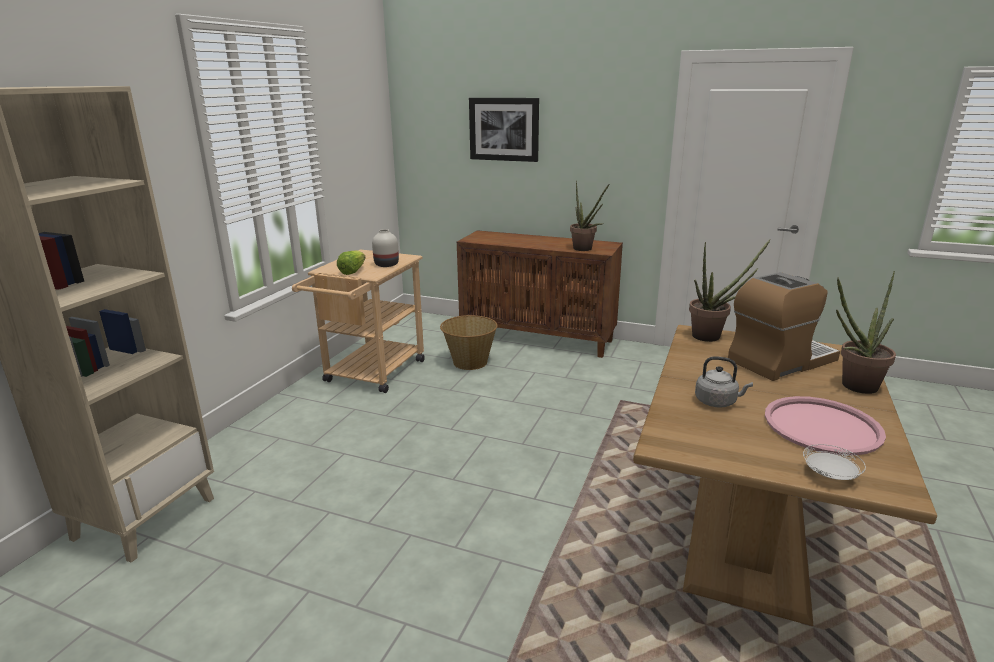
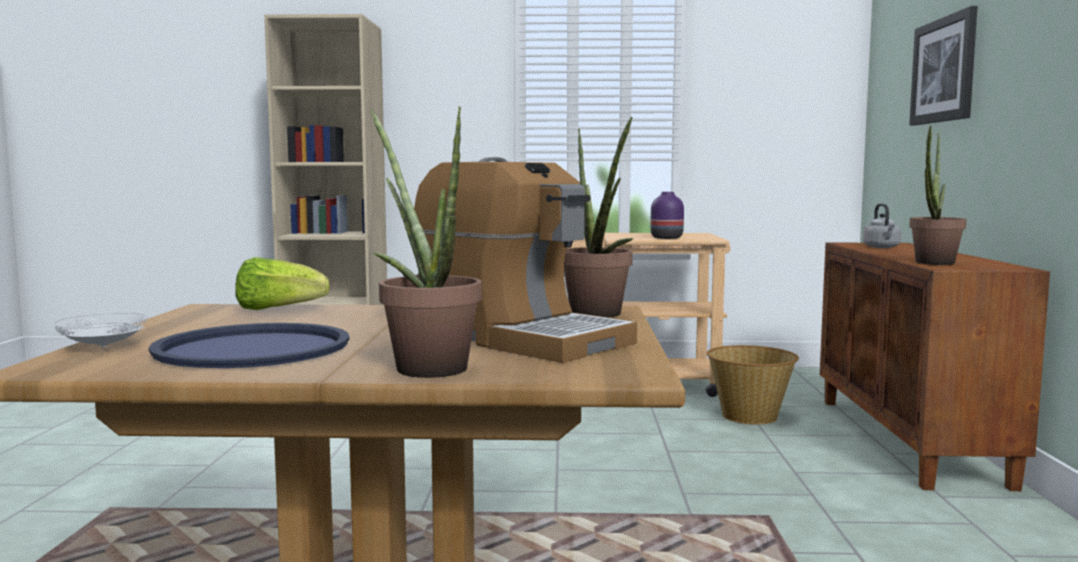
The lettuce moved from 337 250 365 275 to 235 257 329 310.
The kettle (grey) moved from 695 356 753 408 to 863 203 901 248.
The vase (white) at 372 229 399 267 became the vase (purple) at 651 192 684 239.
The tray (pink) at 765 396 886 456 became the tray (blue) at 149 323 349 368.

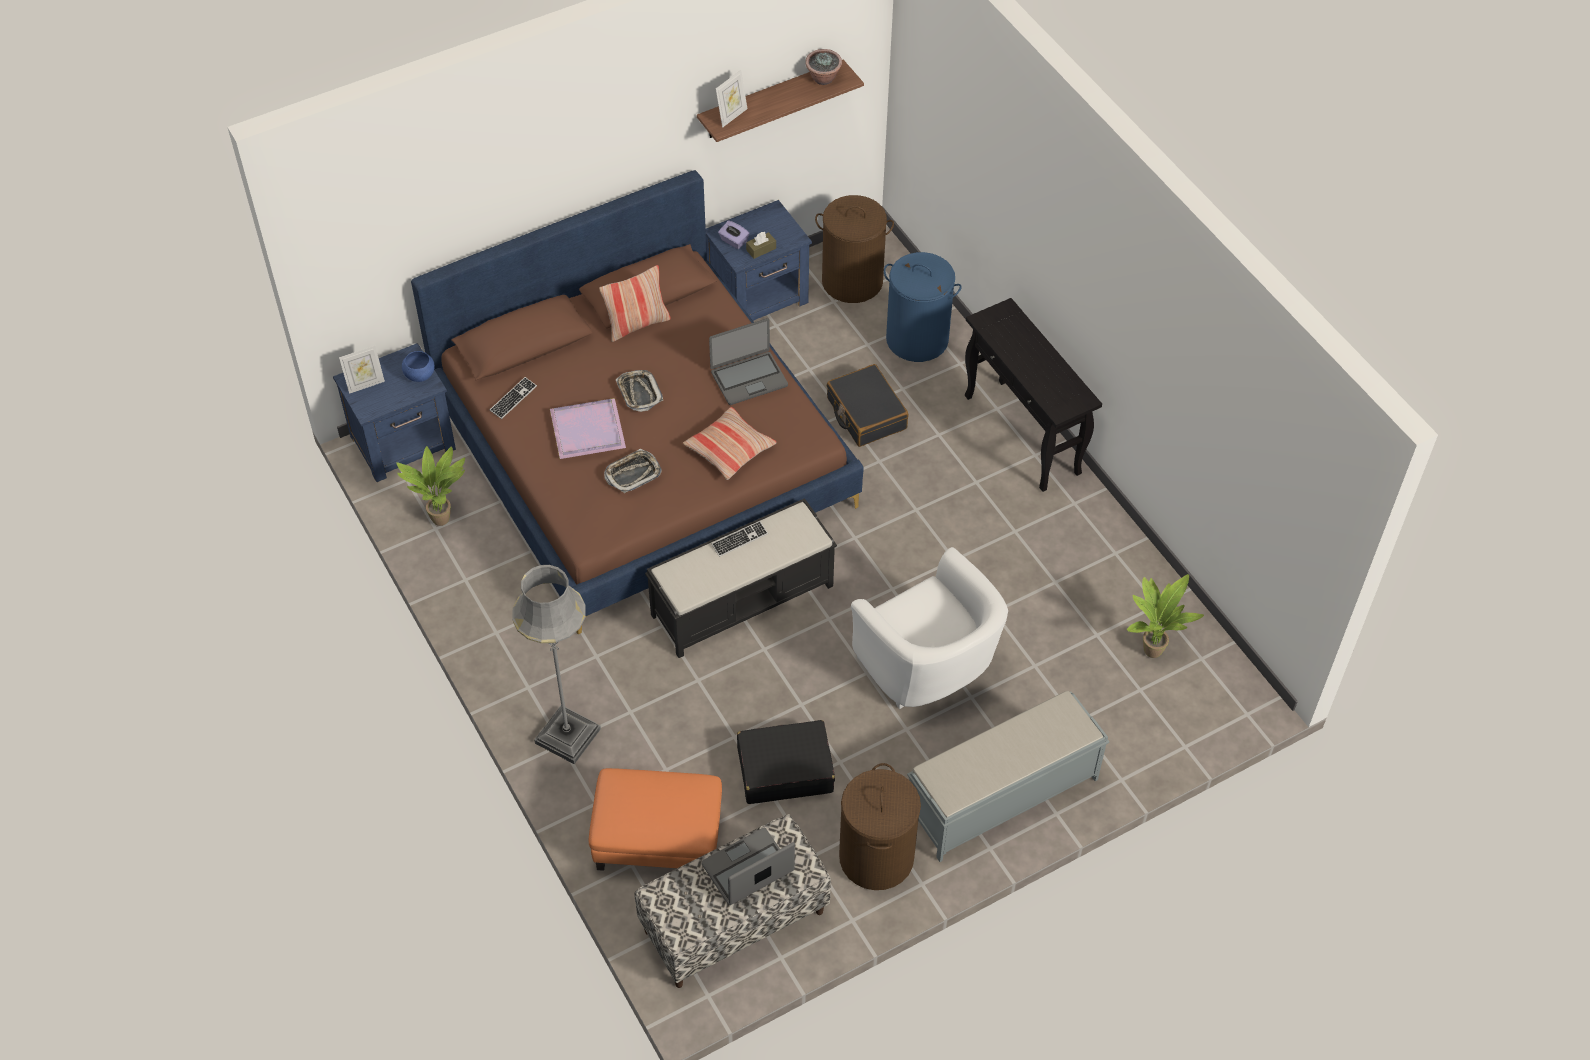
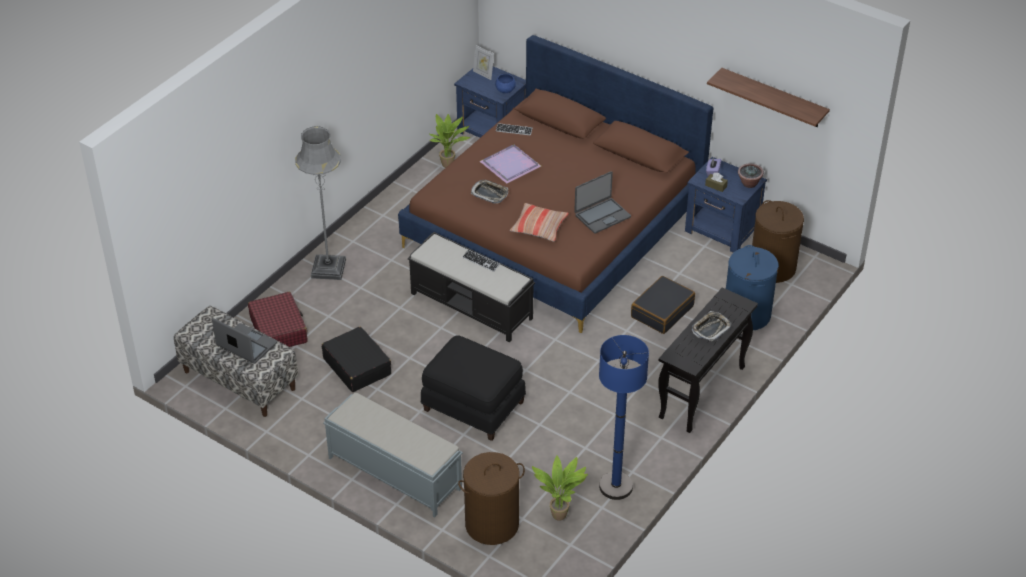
The pillow at 599 265 671 342 disappeared.
The picture frame at 716 70 748 128 disappeared.
The floor lamp (blue) at 599 335 649 500 appeared.
The tray moved from 616 370 663 412 to 692 311 732 341.
The potted plant moved from 805 49 842 85 to 738 164 764 188.
The laundry basket (brown) moved from 839 763 921 890 to 458 452 525 545.
The ottoman (orange) at 589 768 722 871 was replaced by the suitcase (red) at 248 292 308 347.
The armchair (white) at 851 547 1008 709 was replaced by the ottoman (black) at 421 335 526 441.
The laptop at 709 318 788 405 turned 75 degrees counterclockwise.

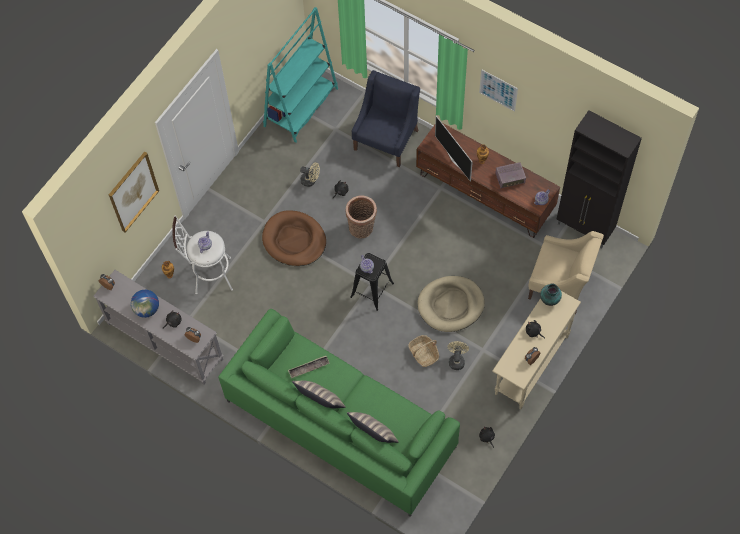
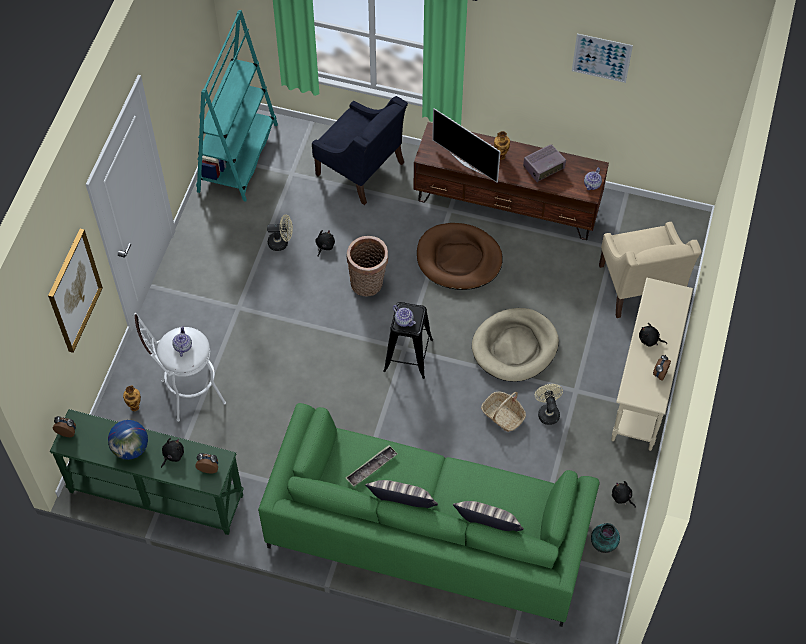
The cabinet (black) at 557 110 642 248 disappeared.
The dog bed (brown) moved from 262 210 326 266 to 417 223 503 290.
The picture moved from 479 69 518 112 to 572 34 633 83.
The vase moved from 540 283 562 306 to 591 523 620 553.
The console table (grey) at 94 270 223 385 became the console table (green) at 50 409 244 535.
The armchair (blue) at 352 70 420 167 turned 120 degrees clockwise.
The armchair (beige) at 528 231 604 314 turned 75 degrees clockwise.

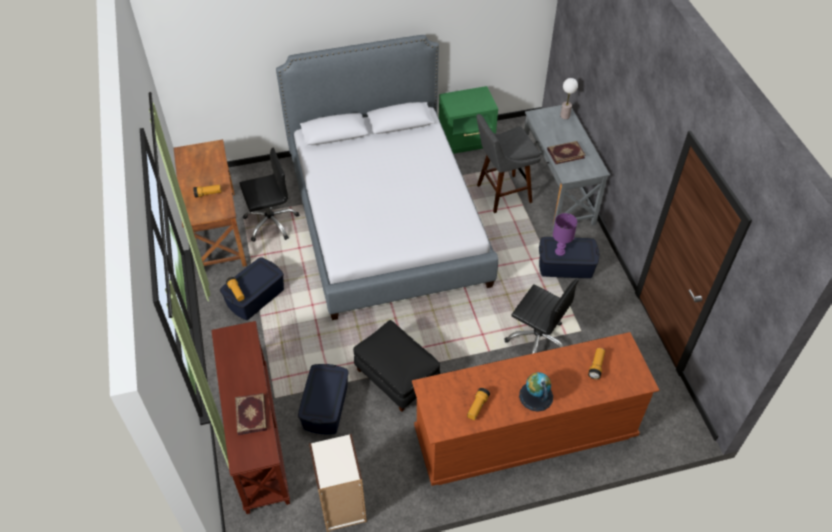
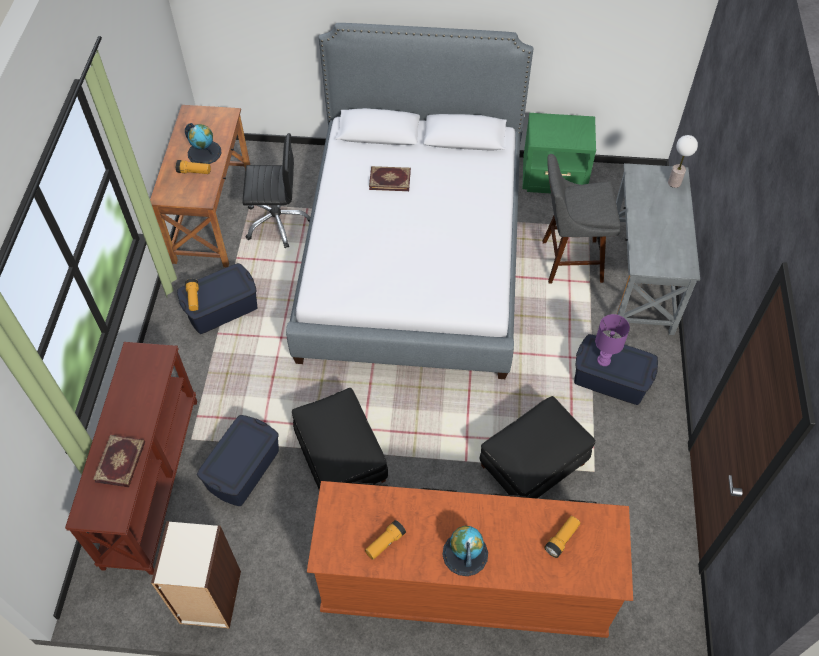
The globe at 185 123 222 164 appeared.
The book moved from 547 141 586 164 to 369 166 411 191.
The office chair (black) at 505 279 579 354 was replaced by the ottoman (black) at 480 396 596 498.

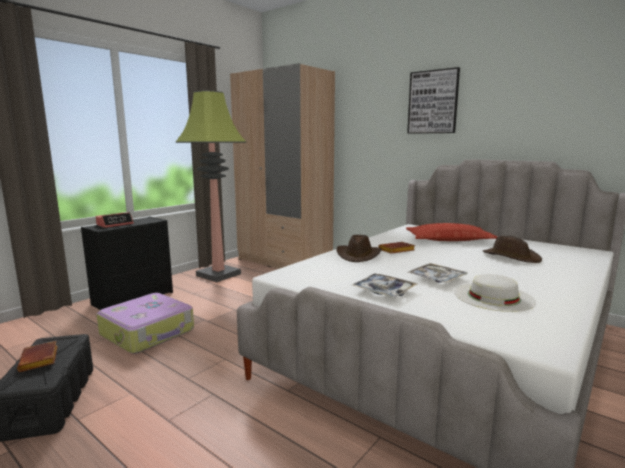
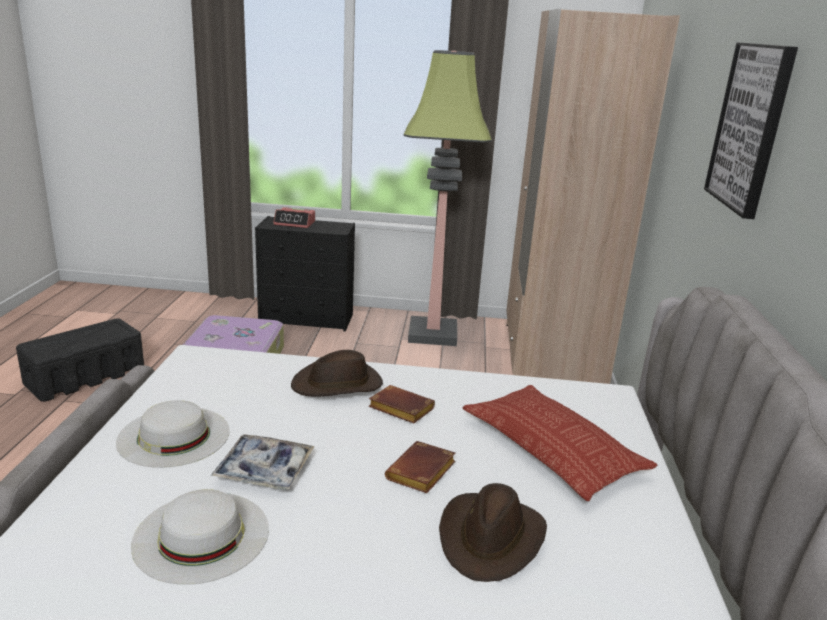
The book (brown) moved from 17 341 58 372 to 385 441 456 493.
The tray at 352 273 417 298 was replaced by the hat (white) at 116 400 230 468.

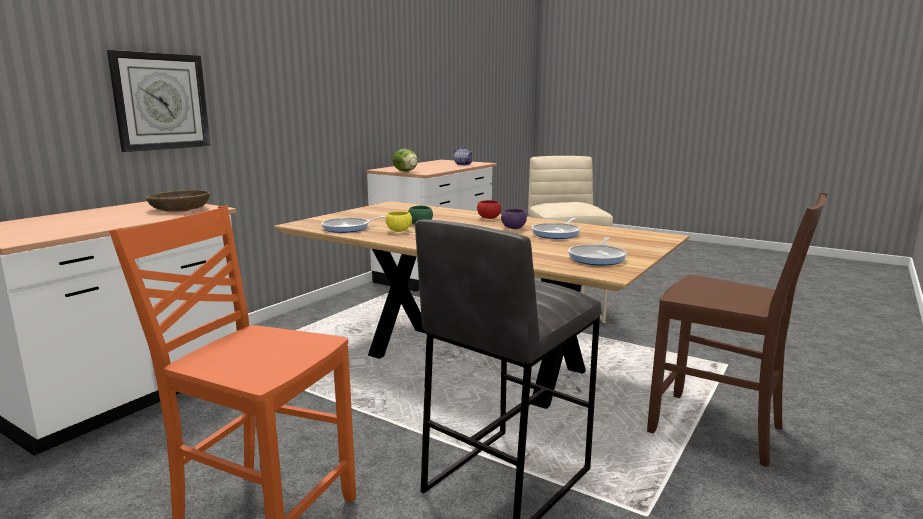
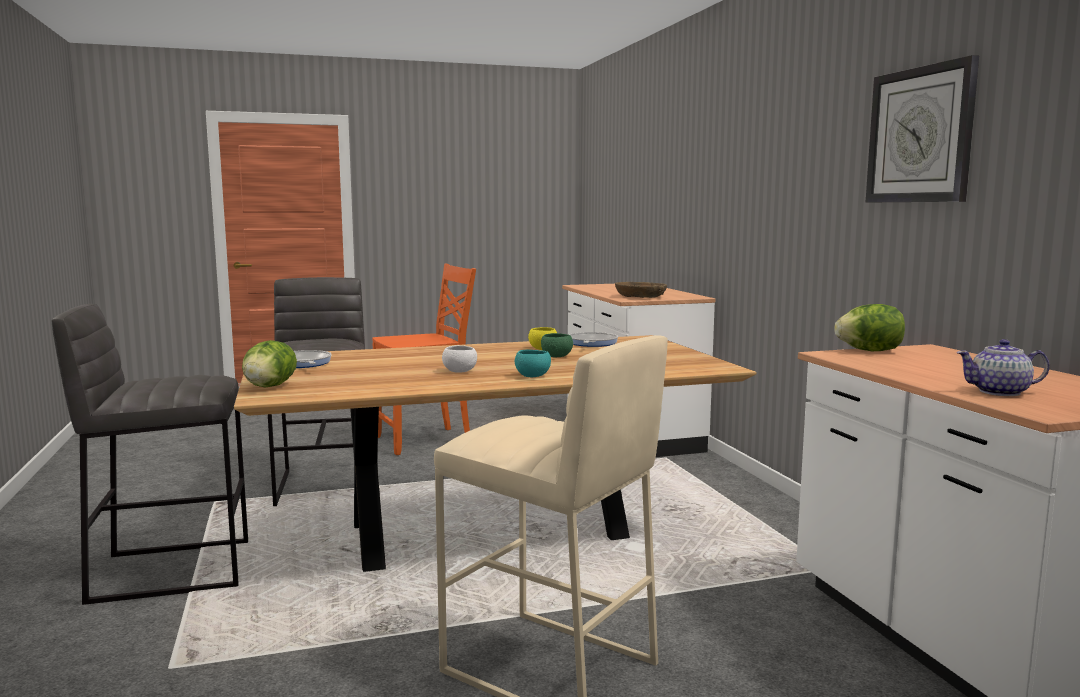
The frying pan at 532 218 580 239 disappeared.
The lettuce at 242 340 297 387 appeared.
The wall clock moved from 107 50 210 152 to 866 55 979 202.
The chair (brown) at 647 192 827 467 was replaced by the stool (grey) at 52 304 248 605.
The bowl (red) at 477 200 501 219 became the bowl (turquoise) at 515 350 551 377.
The bowl (purple) at 501 209 527 229 became the bowl (white) at 442 345 477 373.

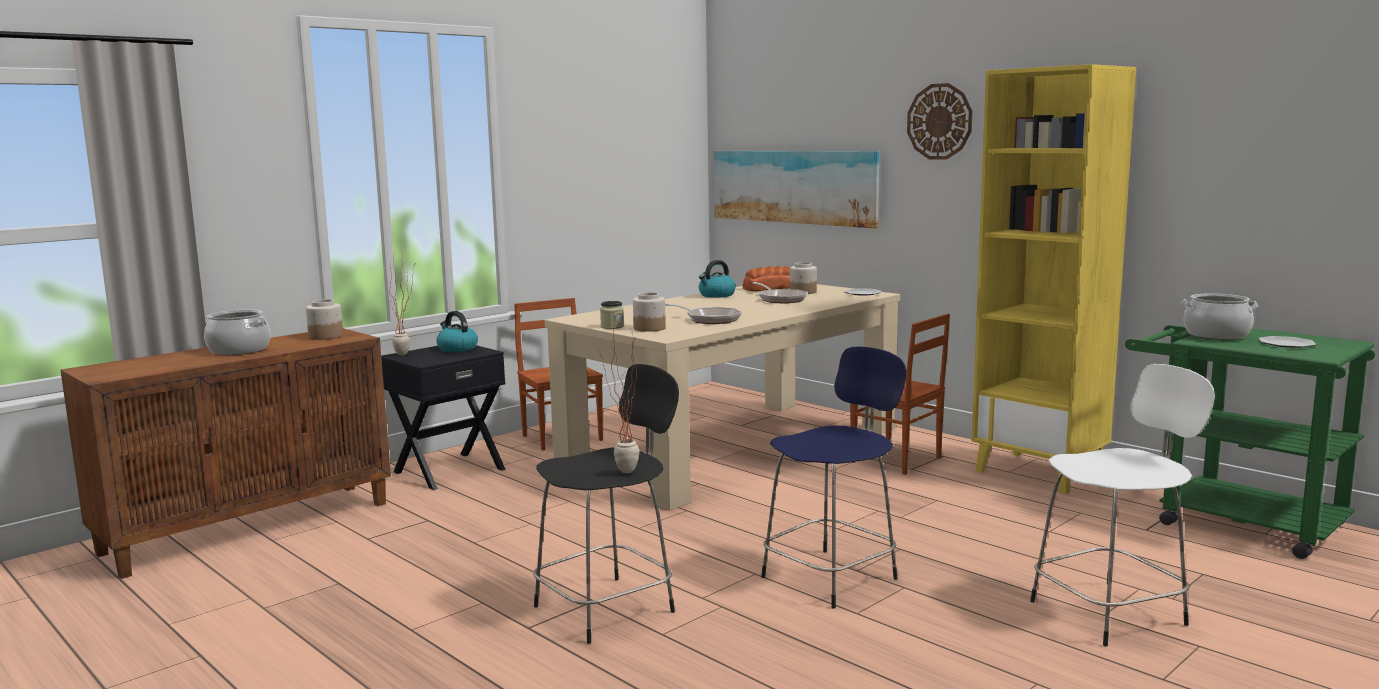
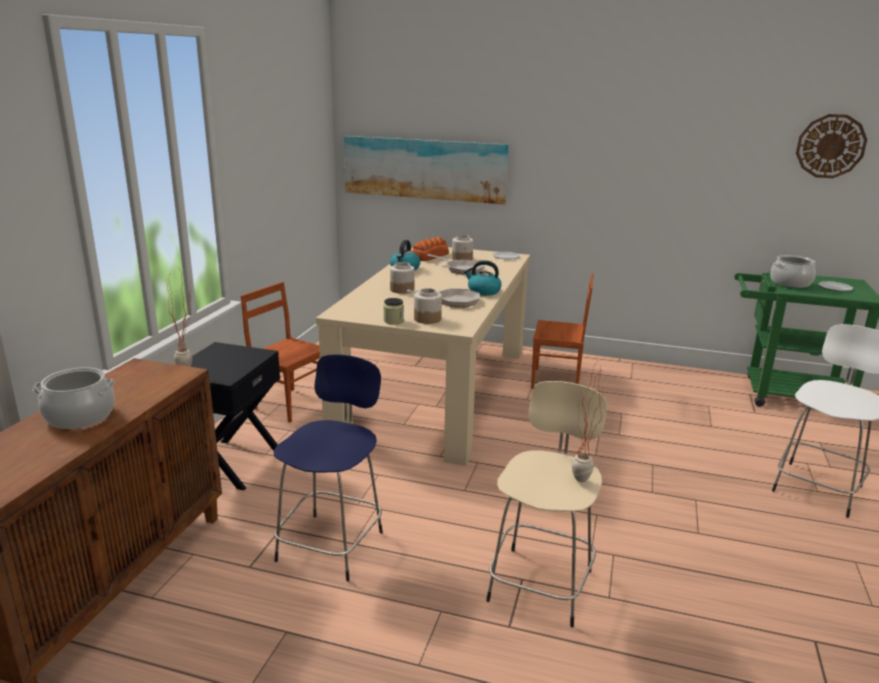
The bookcase (yellow) at 972 64 1136 494 disappeared.
The jar moved from 306 299 343 340 to 390 262 415 294.
The kettle moved from 436 311 478 352 to 464 260 502 296.
The stool (blue) moved from 761 346 907 608 to 274 354 383 581.
The wall clock moved from 907 83 972 160 to 796 114 867 178.
The stool (black) at 533 364 679 644 became the stool (beige) at 486 381 607 627.

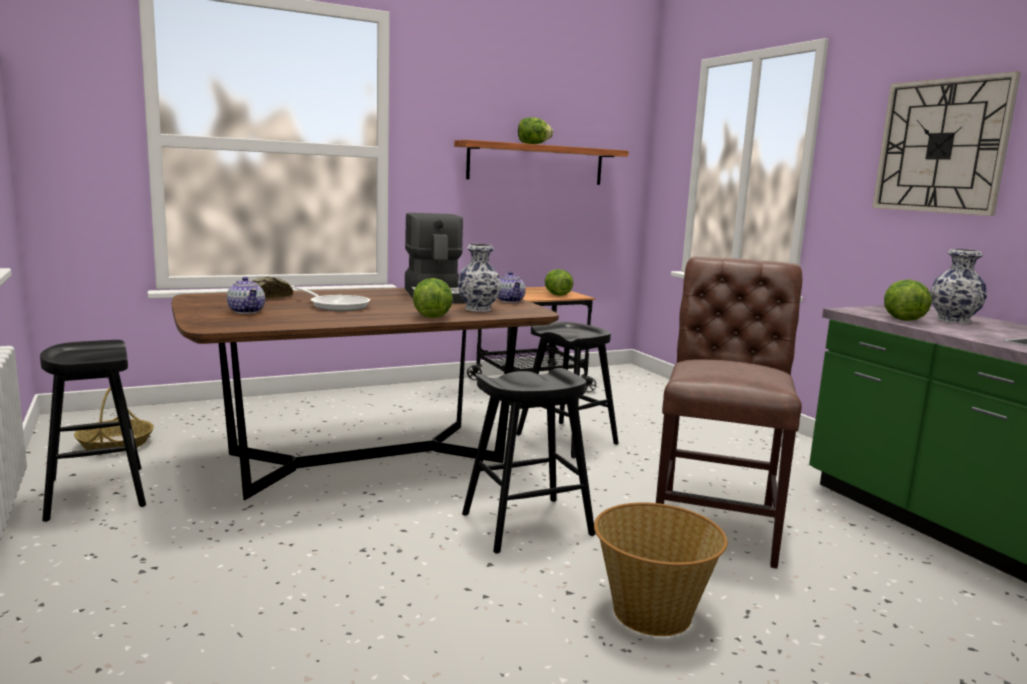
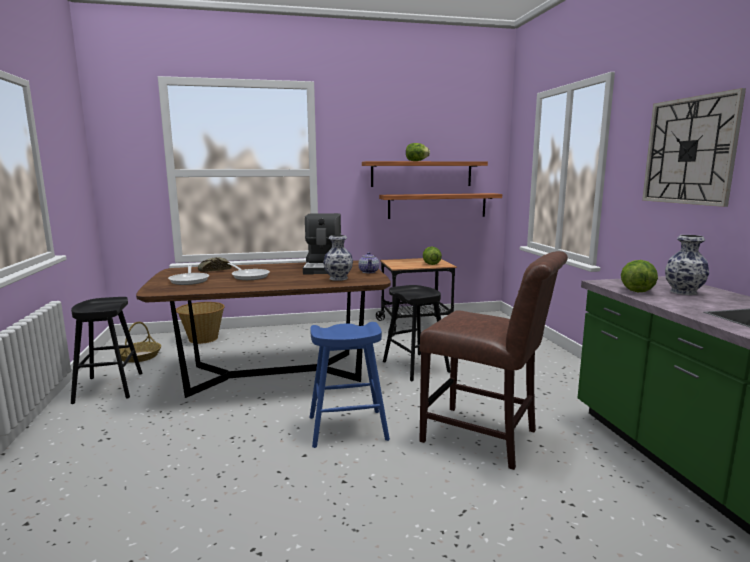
The lettuce at 413 278 453 318 disappeared.
The shelf at 379 193 502 219 appeared.
The basket moved from 594 502 728 636 to 176 302 225 344.
The teapot at 227 277 265 314 was replaced by the frying pan at 168 265 209 285.
The stool (black) at 462 368 595 554 became the stool (blue) at 310 322 390 448.
The chair (brown) at 656 256 802 569 turned 90 degrees clockwise.

